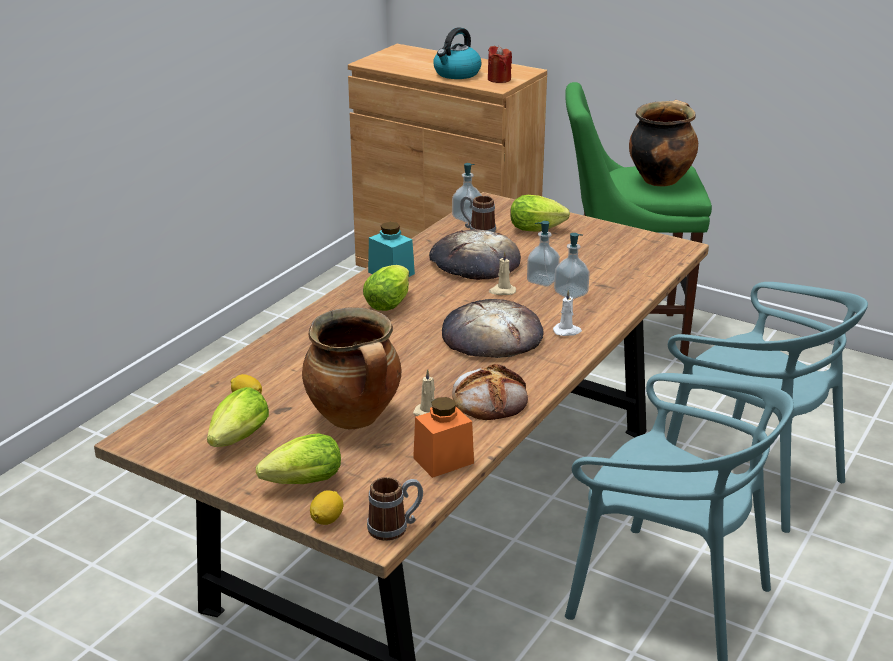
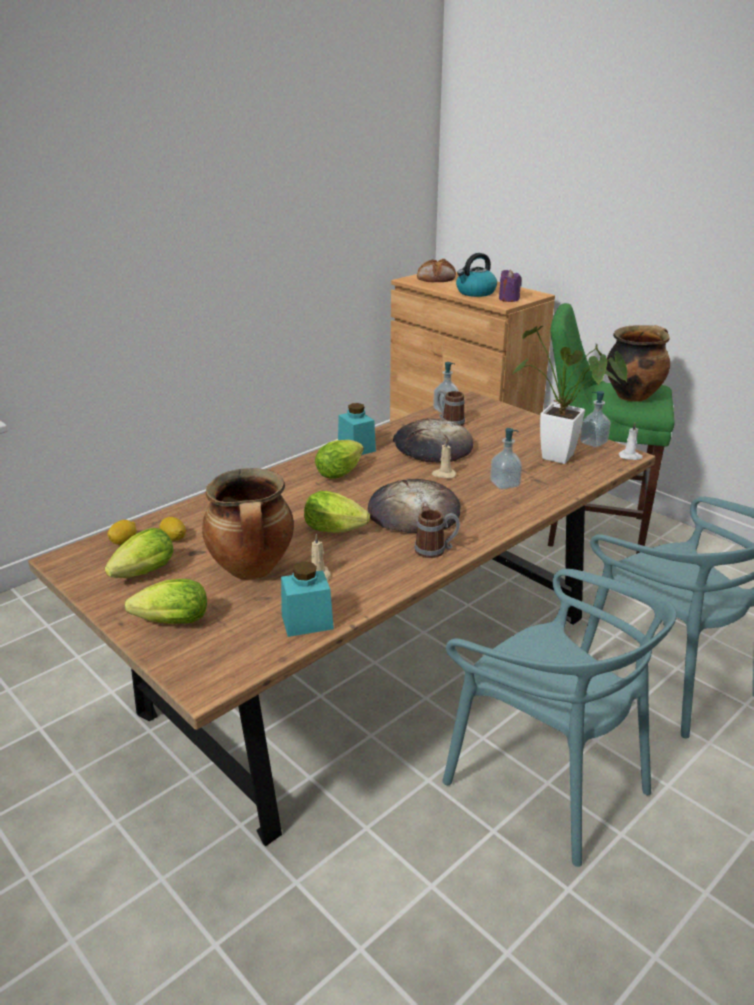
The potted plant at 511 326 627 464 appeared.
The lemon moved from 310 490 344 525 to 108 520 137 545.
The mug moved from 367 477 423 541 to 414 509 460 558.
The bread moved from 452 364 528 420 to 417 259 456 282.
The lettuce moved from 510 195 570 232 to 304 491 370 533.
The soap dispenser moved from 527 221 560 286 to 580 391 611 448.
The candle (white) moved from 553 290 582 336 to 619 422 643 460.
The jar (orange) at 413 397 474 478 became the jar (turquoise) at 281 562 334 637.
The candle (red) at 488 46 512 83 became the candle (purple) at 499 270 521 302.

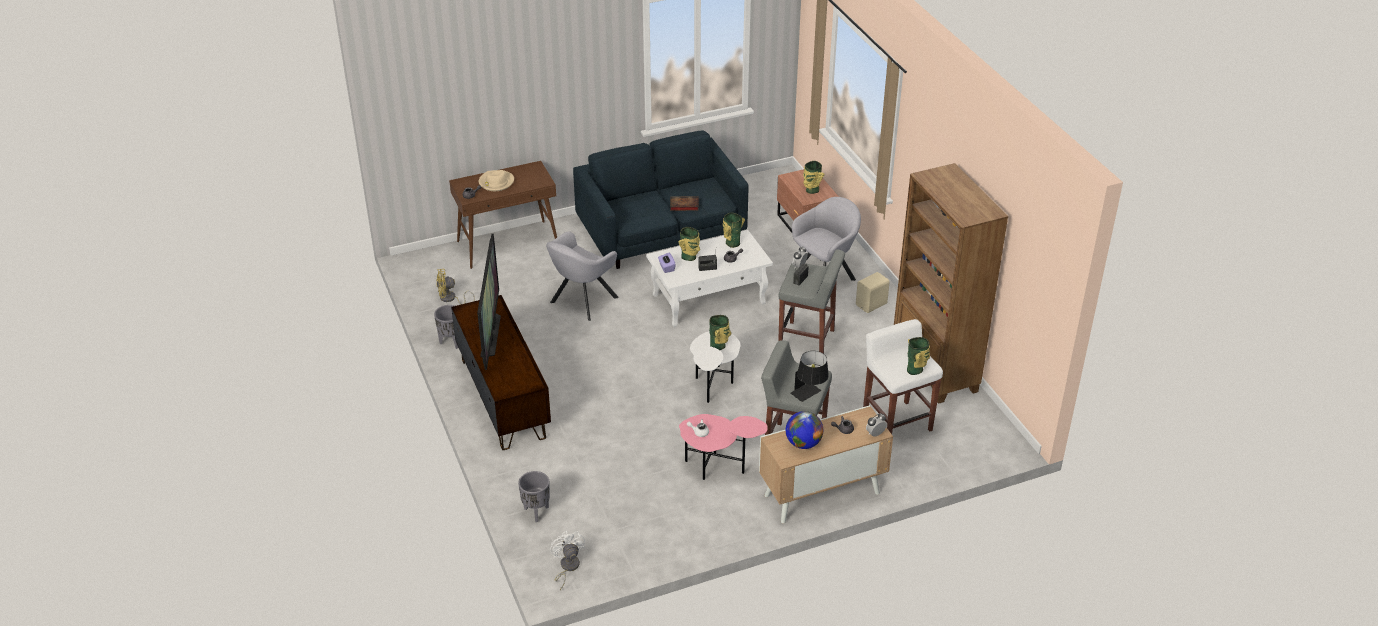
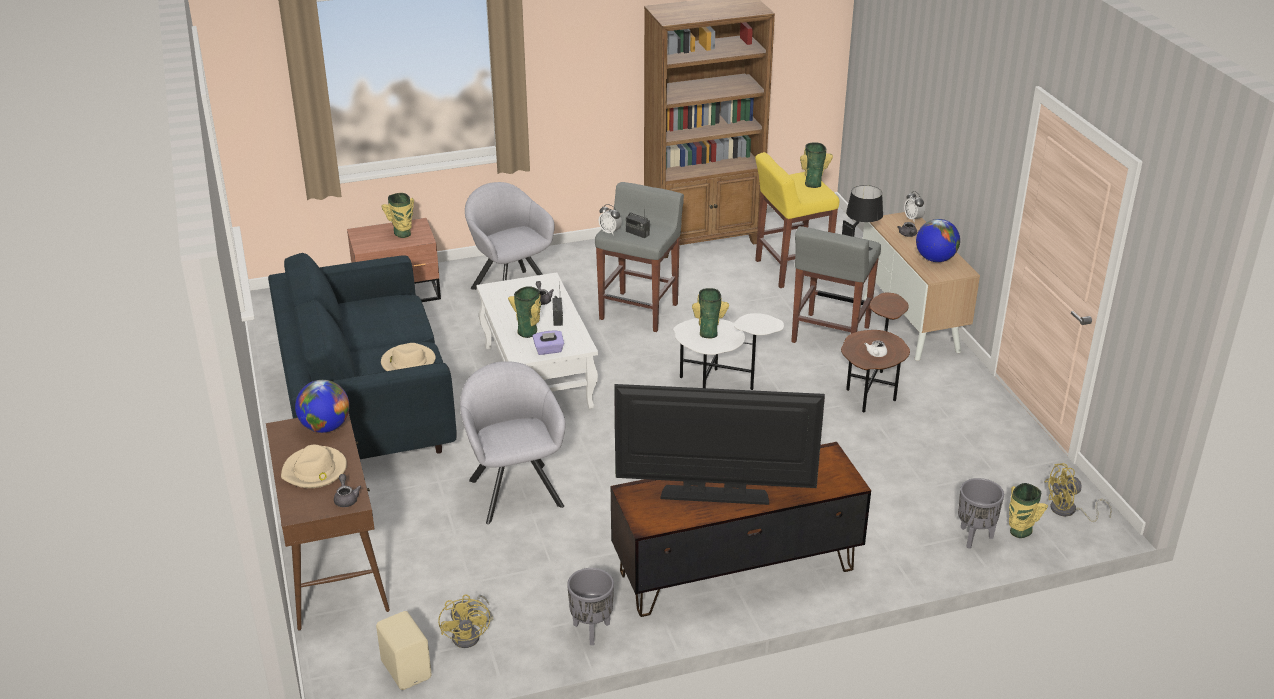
The book at 670 196 699 211 disappeared.
The globe at 295 380 349 433 appeared.
The hat (beige) at 381 343 436 371 appeared.
The vase moved from 723 213 745 248 to 1009 483 1048 538.
The speaker (beige) moved from 856 272 890 313 to 376 611 432 690.
The fan (white) at 550 531 585 590 became the fan (yellow) at 1045 463 1112 522.
The side table (pink) at 679 414 768 480 became the side table (brown) at 841 293 910 412.
The stool (white) at 863 319 943 434 became the stool (yellow) at 755 152 839 288.
The armchair (grey) at 546 231 619 321 turned 150 degrees counterclockwise.

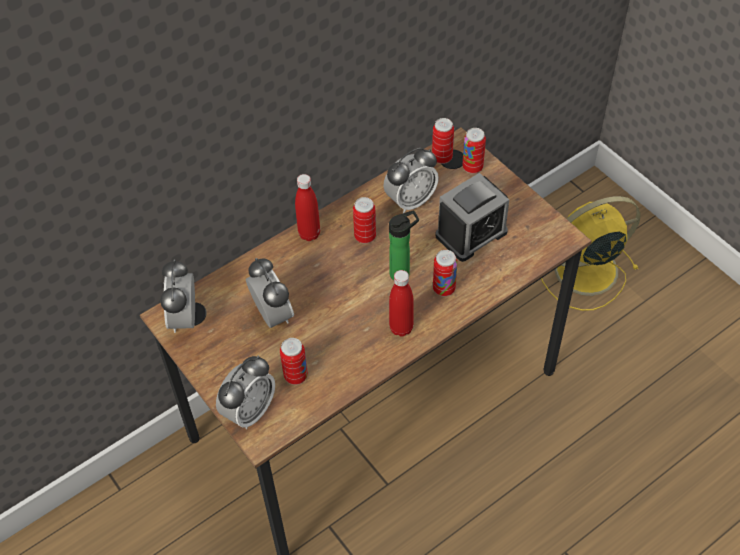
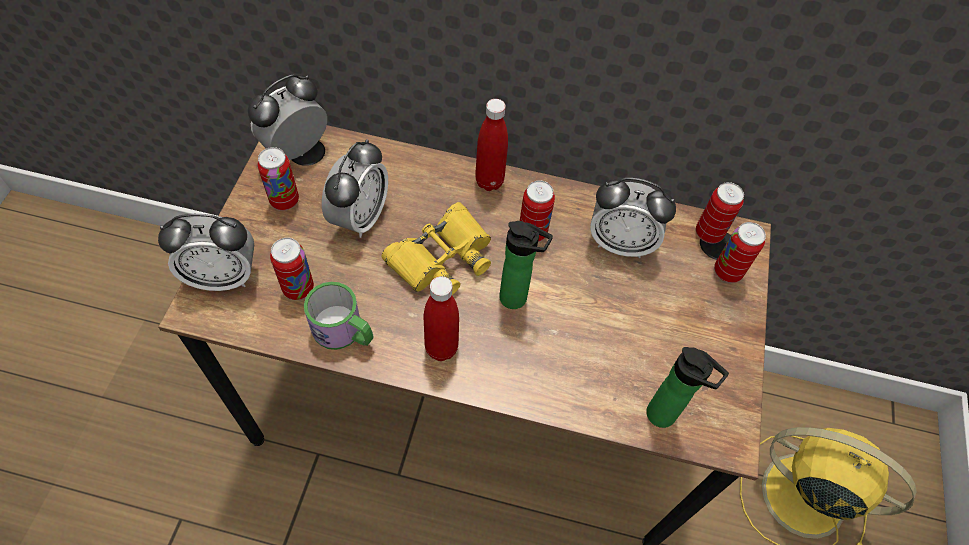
The alarm clock at 435 173 509 262 disappeared.
The mug at 304 282 374 350 appeared.
The binoculars (yellow) at 381 202 491 295 appeared.
The bottle at 646 347 729 428 appeared.
The can moved from 433 250 457 297 to 257 147 299 211.

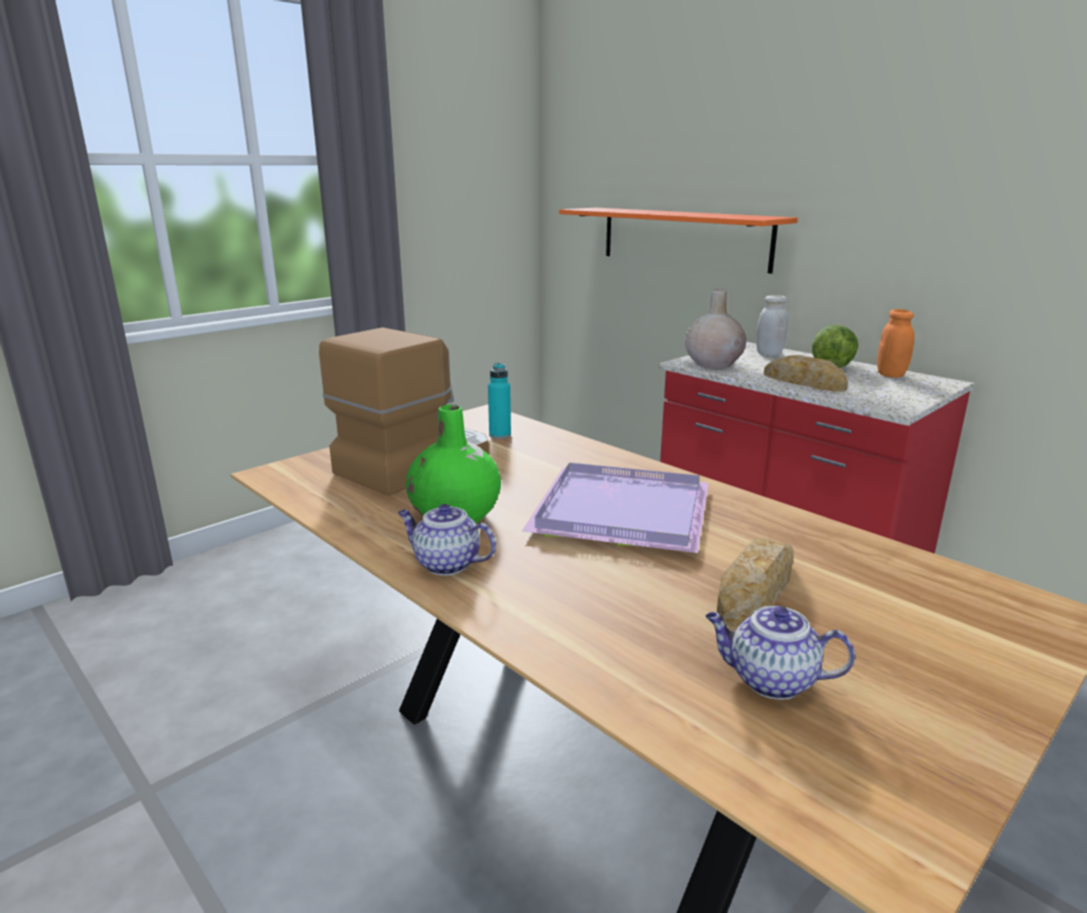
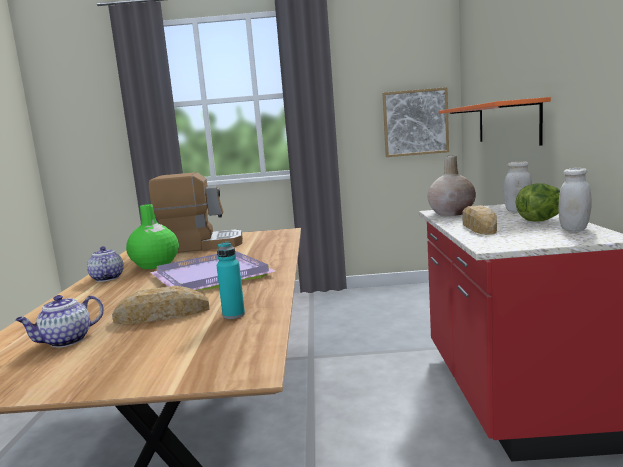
The picture at 382 87 449 157 appeared.
The bottle (turquoise) moved from 488 363 511 439 to 217 242 245 319.
The jar (orange) at 877 309 914 378 became the jar (white) at 558 168 592 231.
The teapot at 705 606 855 699 turned 105 degrees counterclockwise.

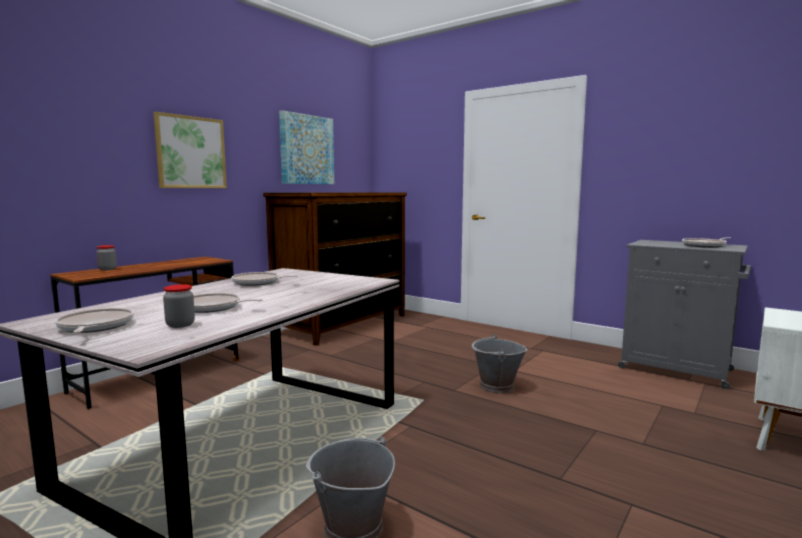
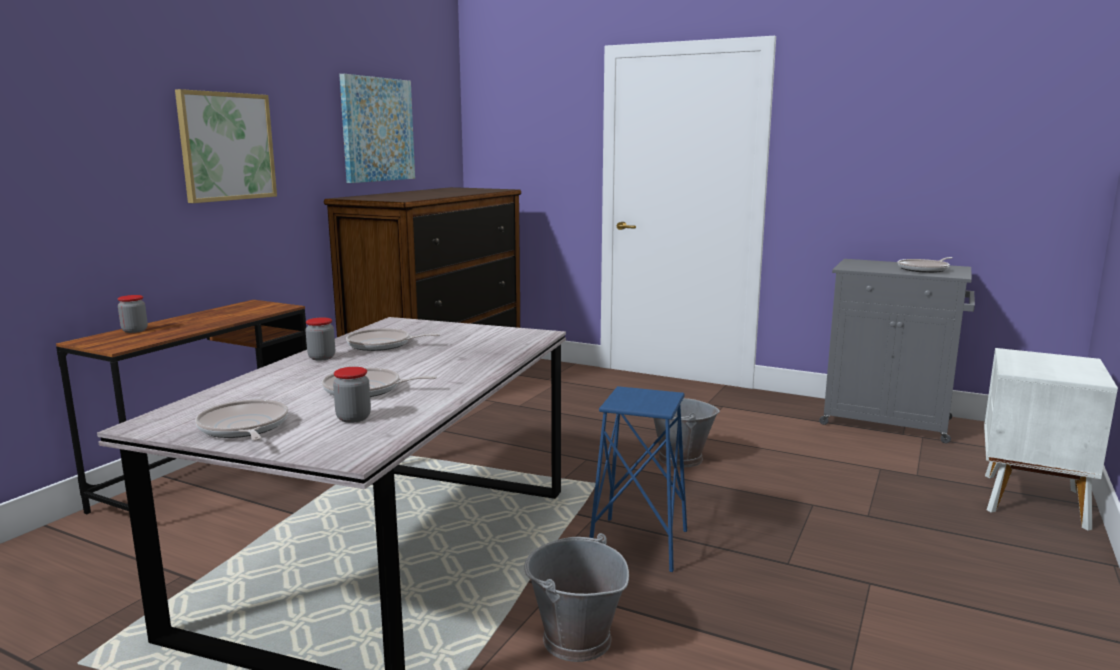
The jar at 305 318 335 361 appeared.
The stool (blue) at 589 386 687 572 appeared.

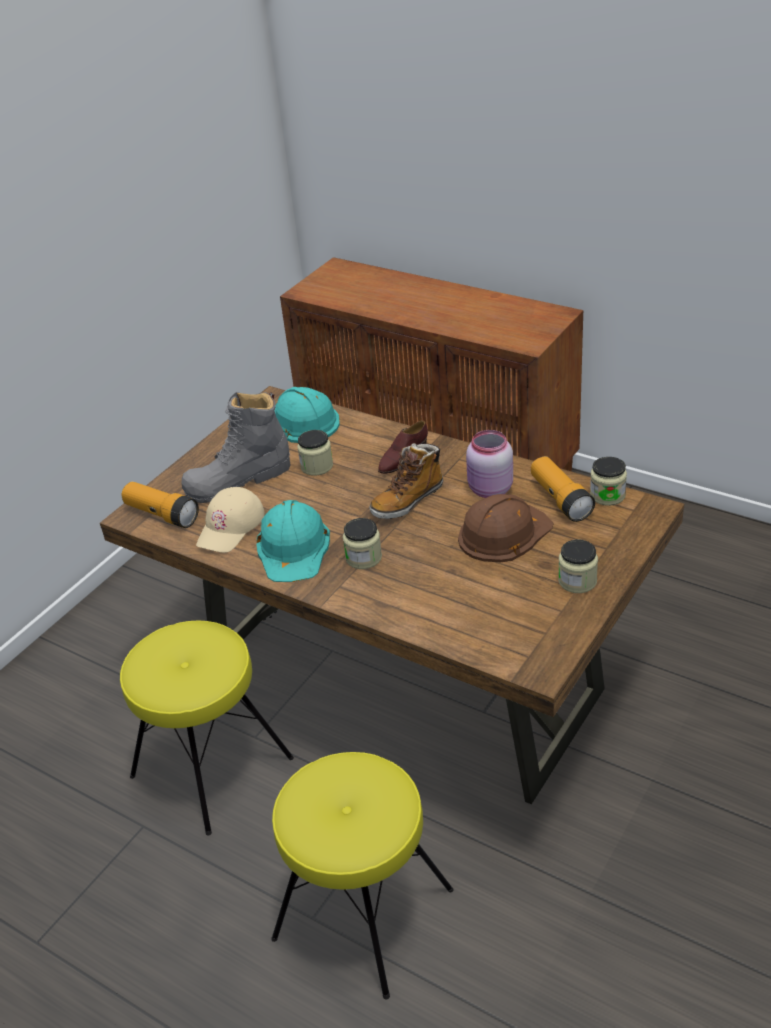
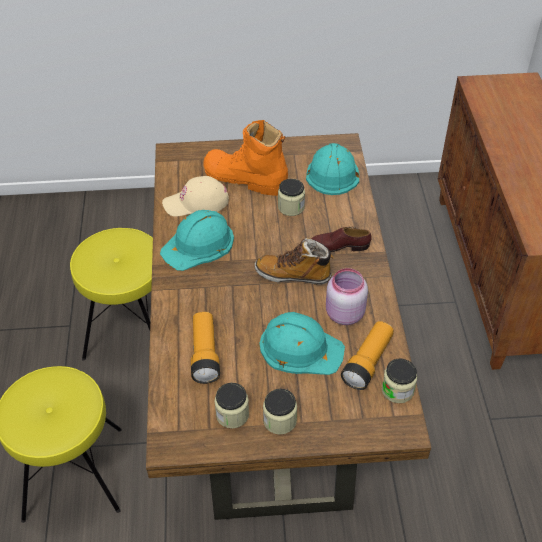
The flashlight moved from 122 482 199 528 to 191 312 220 384.
The jar moved from 343 518 382 569 to 214 383 249 428.
The boot (grey) at 182 392 290 503 became the boot (orange) at 204 120 288 196.
The hard hat (brown) at 458 494 554 562 became the hard hat (turquoise) at 260 312 345 375.

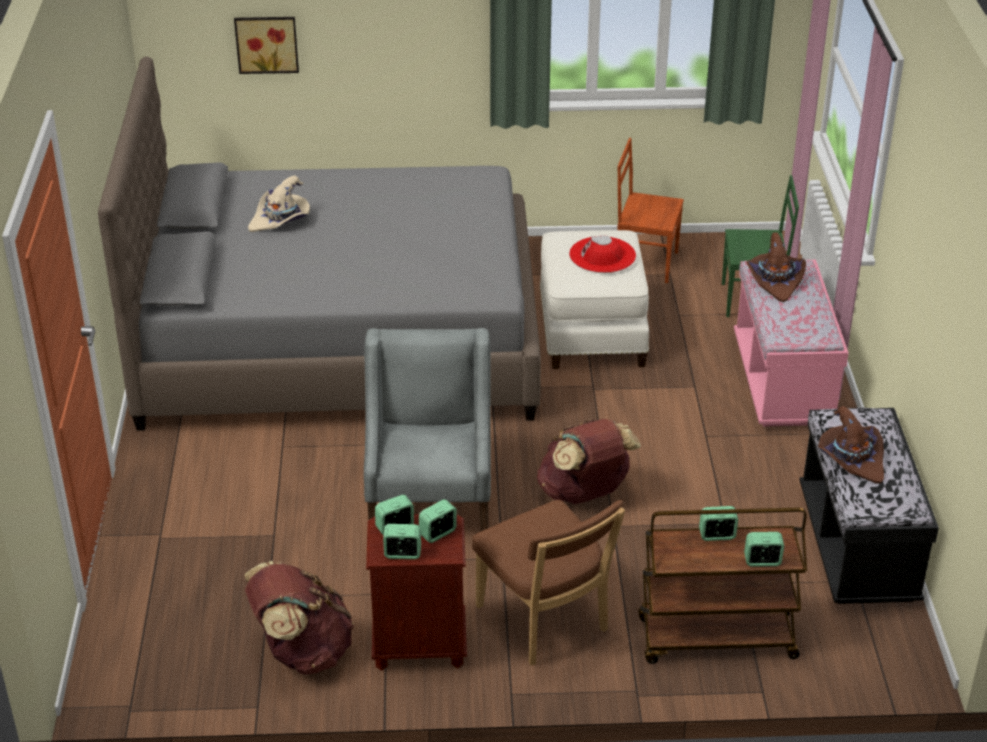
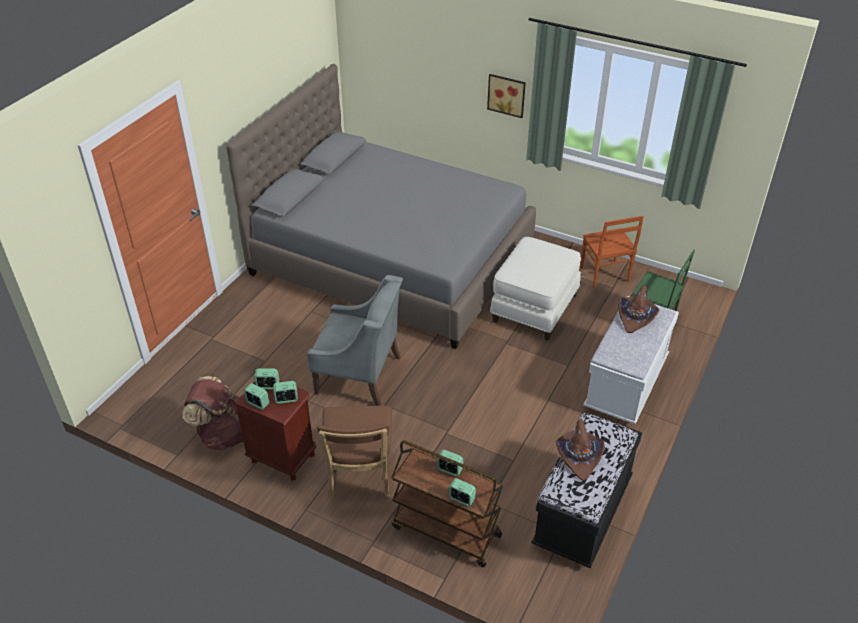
The hat (beige) at 248 175 310 232 disappeared.
The backpack (brown) at 537 419 641 504 disappeared.
The hat (red) at 569 235 636 273 disappeared.
The picture moved from 234 17 299 74 to 487 74 526 118.
The bench (pink) at 734 260 849 427 became the bench (white) at 583 296 679 424.
The armchair (grey) at 364 328 491 531 turned 75 degrees clockwise.
The chair (brown) at 617 138 684 283 turned 150 degrees counterclockwise.

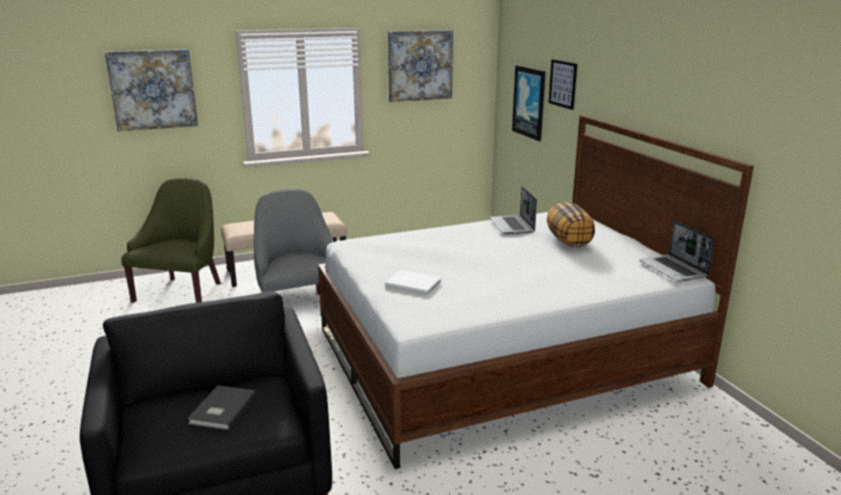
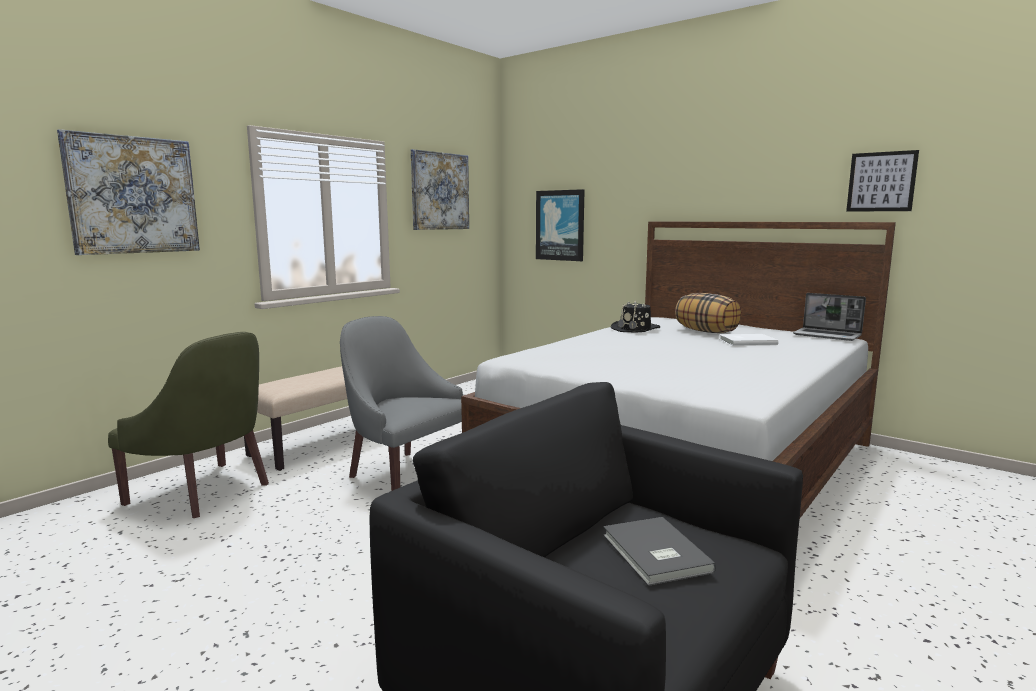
The book (white) moved from 385 270 442 295 to 720 334 778 346.
The picture moved from 548 59 577 110 to 846 150 919 212.
The laptop at 489 186 537 234 was replaced by the hat (black) at 611 300 660 332.
The armchair (green) at 121 178 221 303 turned 135 degrees clockwise.

